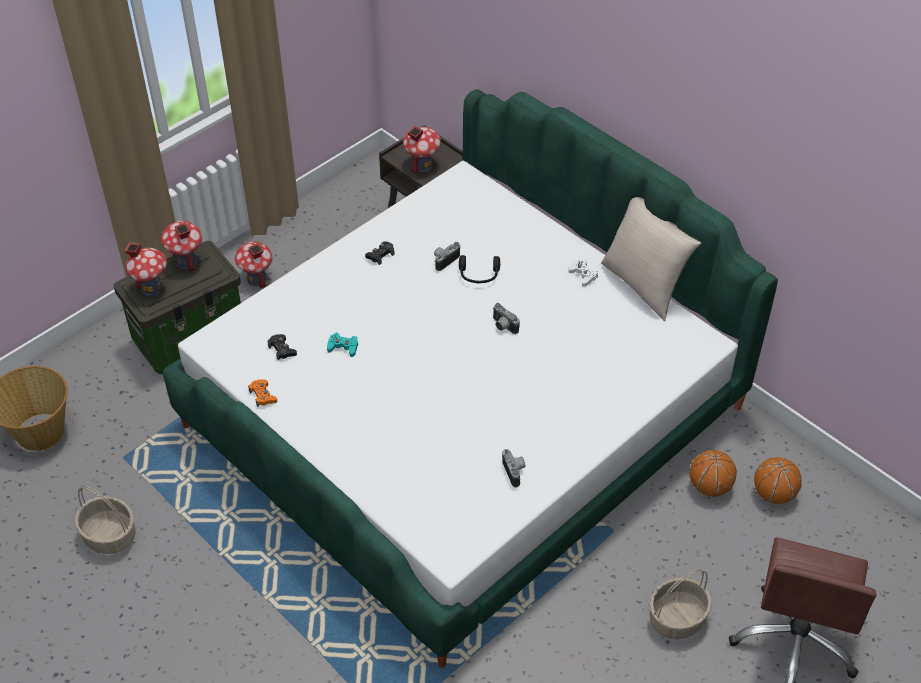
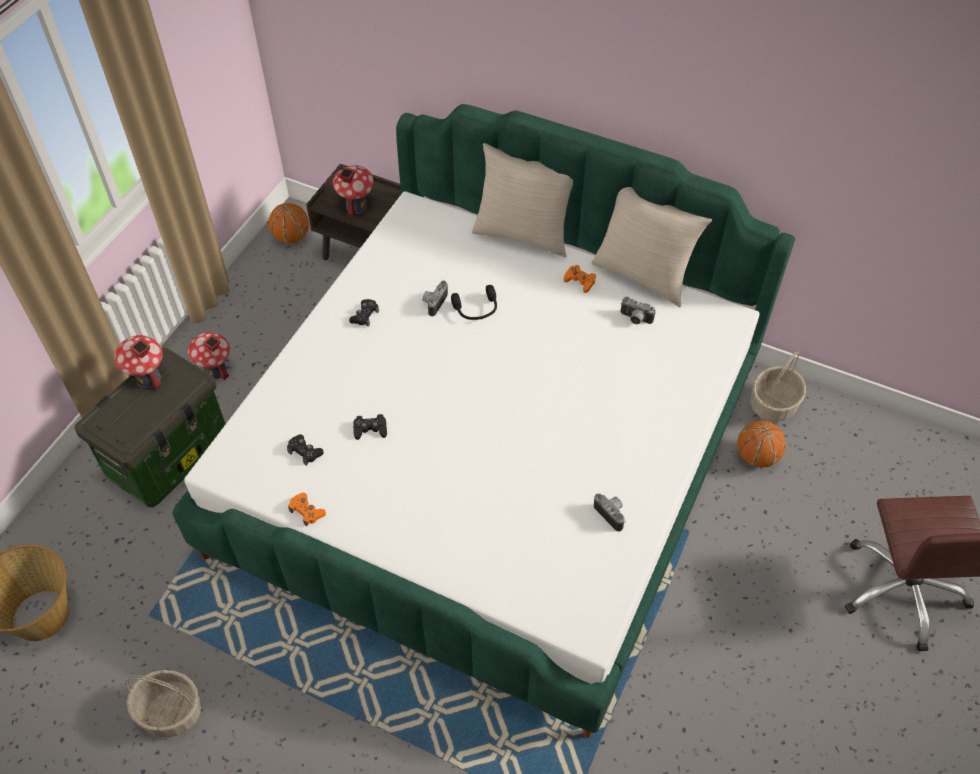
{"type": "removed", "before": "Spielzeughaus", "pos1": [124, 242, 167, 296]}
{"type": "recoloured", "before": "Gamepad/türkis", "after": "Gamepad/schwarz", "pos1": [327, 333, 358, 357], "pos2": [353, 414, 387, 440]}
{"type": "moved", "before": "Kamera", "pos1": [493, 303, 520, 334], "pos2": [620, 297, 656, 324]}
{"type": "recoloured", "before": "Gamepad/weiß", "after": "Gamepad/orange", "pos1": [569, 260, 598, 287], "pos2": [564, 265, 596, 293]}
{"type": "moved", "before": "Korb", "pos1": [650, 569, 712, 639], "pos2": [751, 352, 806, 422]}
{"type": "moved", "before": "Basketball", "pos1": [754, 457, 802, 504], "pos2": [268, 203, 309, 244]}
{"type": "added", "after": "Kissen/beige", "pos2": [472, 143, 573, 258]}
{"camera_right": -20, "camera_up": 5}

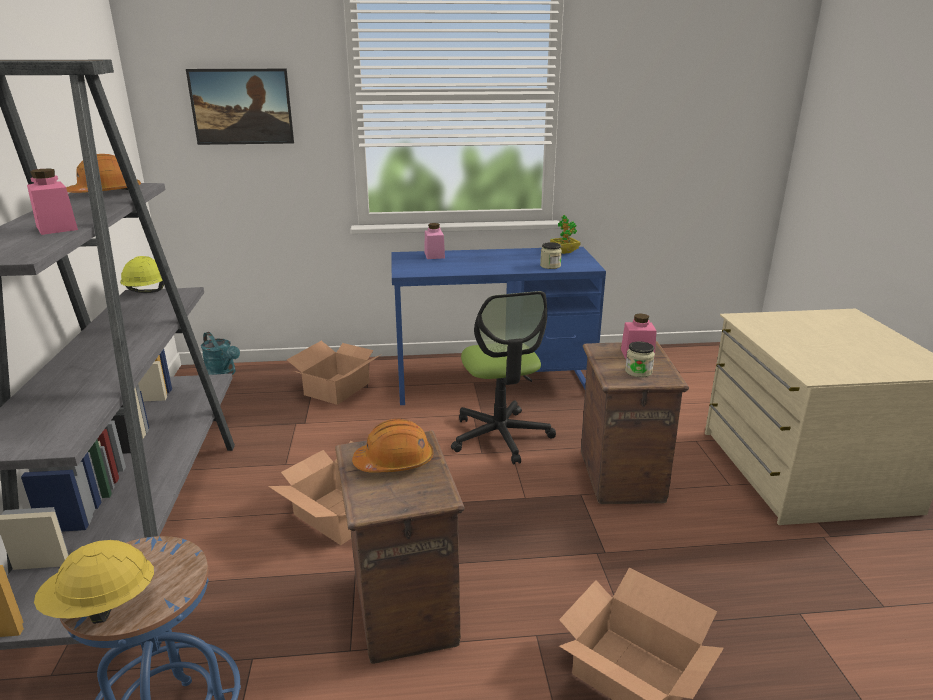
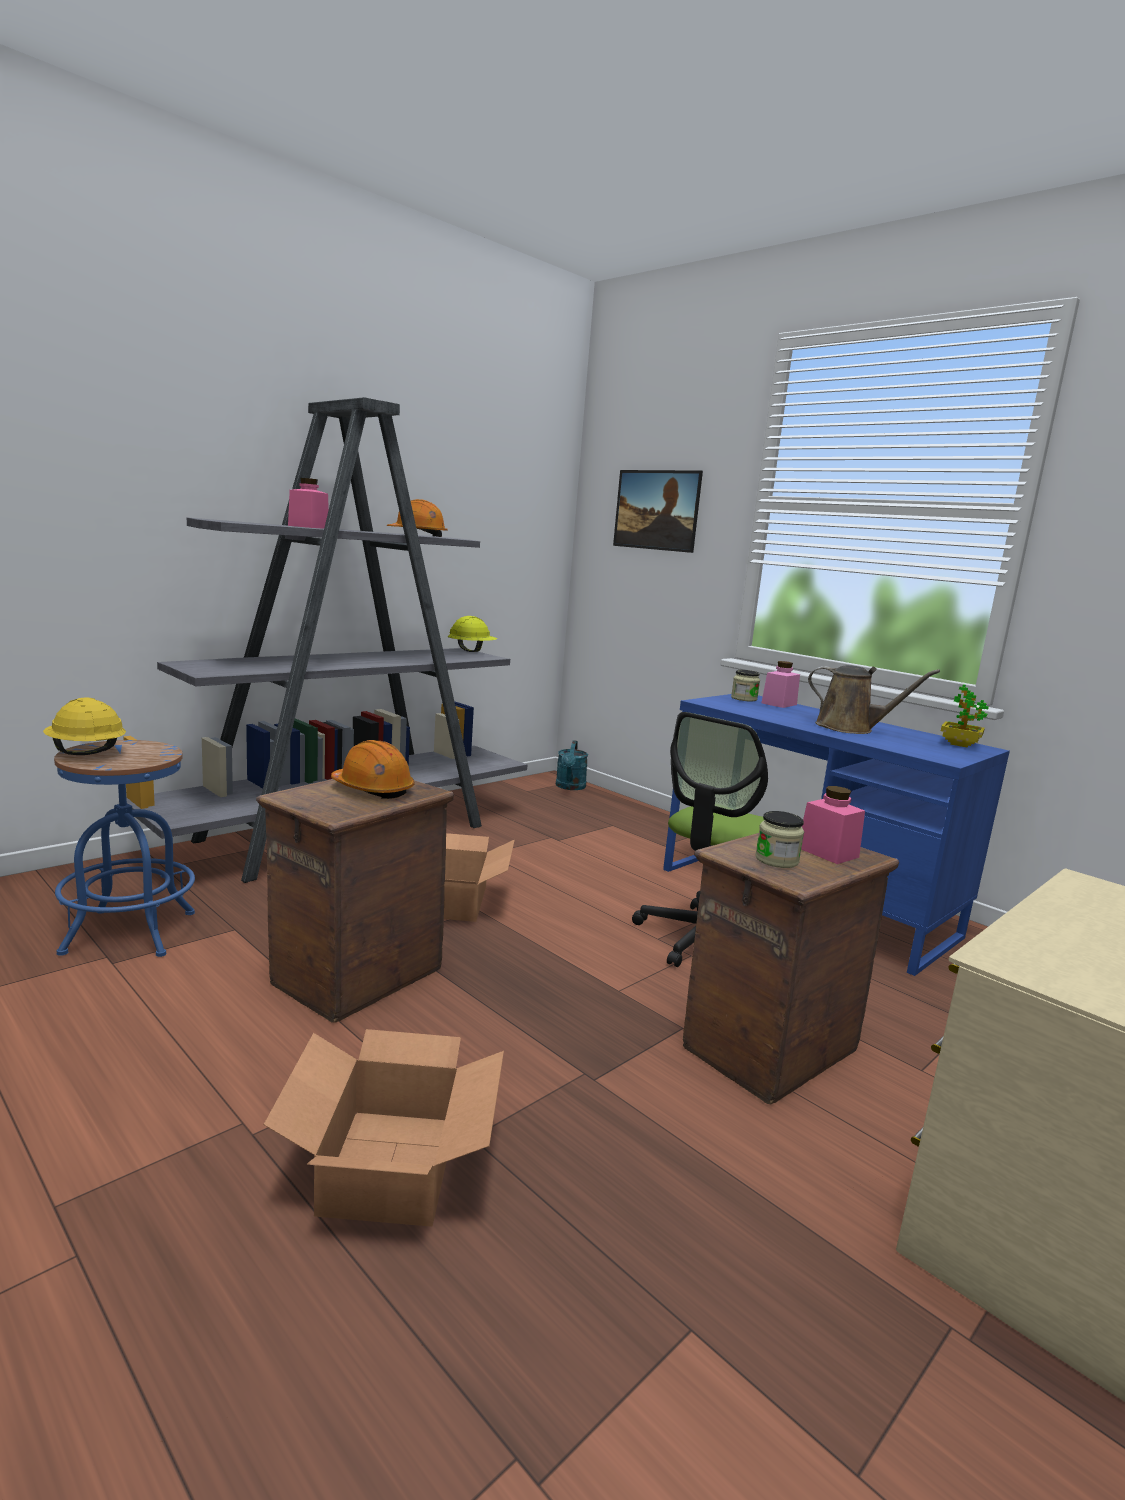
{"type": "removed", "before": "Karton", "pos1": [287, 341, 382, 405]}
{"type": "moved", "before": "Vorratsglas", "pos1": [540, 242, 562, 269], "pos2": [731, 670, 760, 701]}
{"type": "added", "after": "Gießkanne/braun", "pos2": [808, 665, 940, 734]}
{"camera_right": 50, "camera_up": -10}

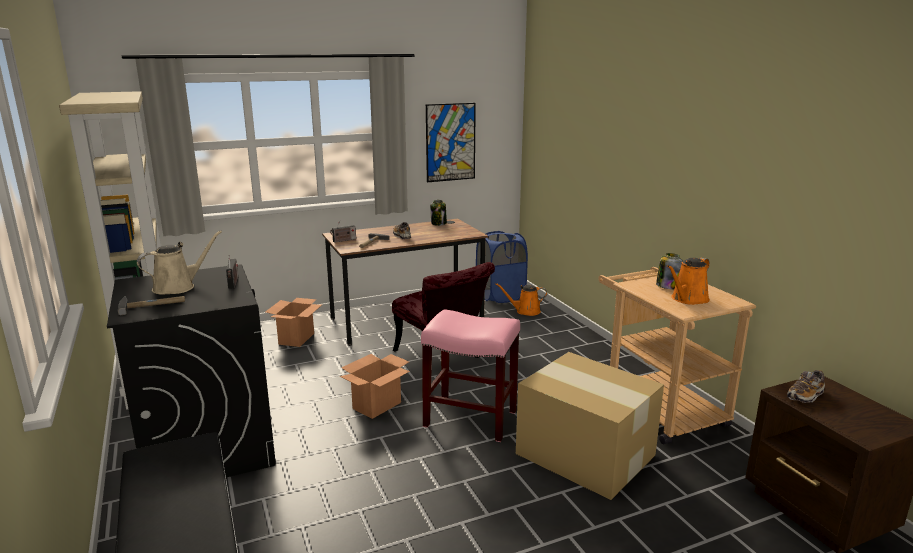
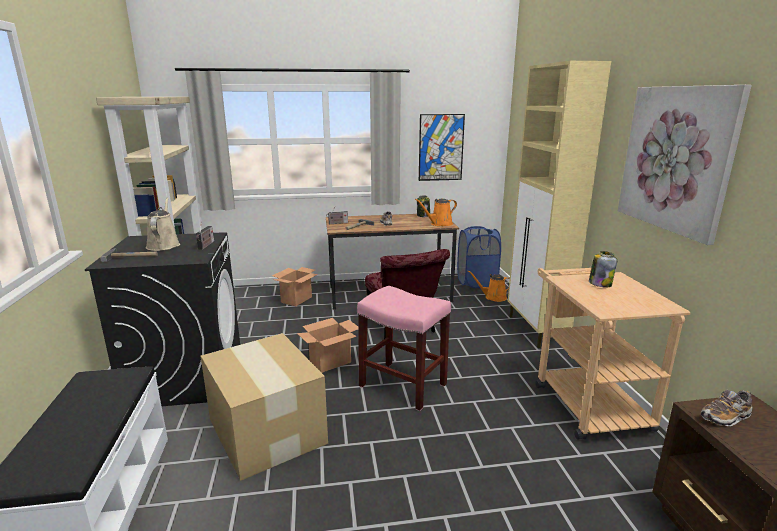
{"type": "turned", "before": "Gießkanne/beige", "pos1": [137, 230, 222, 295], "pos2": [146, 197, 180, 251], "turn": -75}
{"type": "moved", "before": "Karton", "pos1": [516, 352, 664, 500], "pos2": [201, 333, 328, 481]}
{"type": "moved", "before": "Gießkanne/orange", "pos1": [667, 257, 710, 305], "pos2": [415, 199, 457, 226]}
{"type": "added", "after": "Schrank/beige", "pos2": [508, 61, 611, 348]}
{"type": "added", "after": "Bild", "pos2": [618, 85, 752, 245]}
{"camera_right": 15, "camera_up": 0}

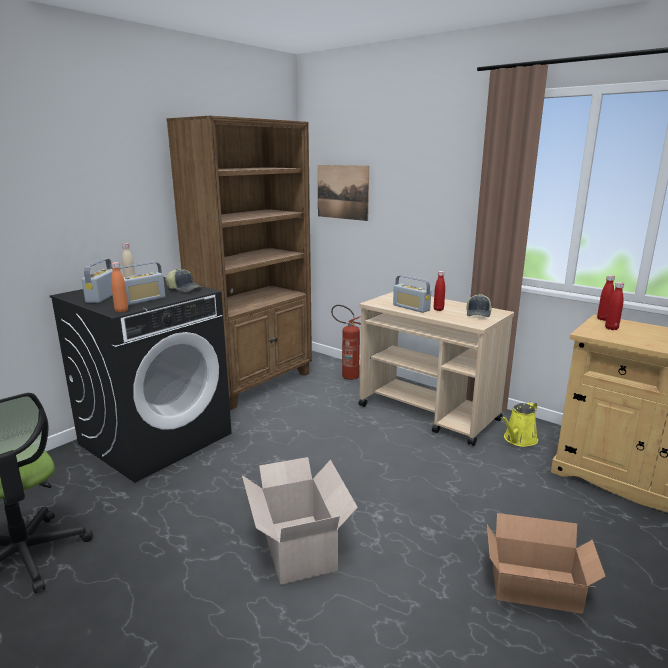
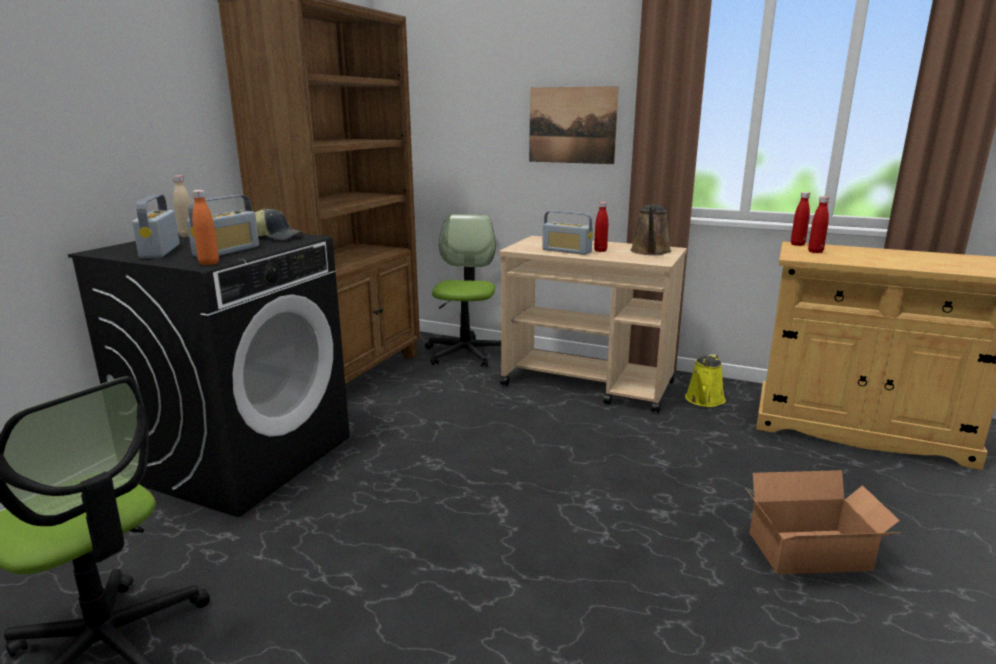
{"type": "removed", "before": "Karton", "pos1": [242, 457, 358, 585]}
{"type": "moved", "before": "Bild", "pos1": [317, 165, 369, 221], "pos2": [529, 86, 619, 164]}
{"type": "replaced", "before": "Feuerlöscher", "after": "Bürostuhl", "pos1": [331, 305, 361, 380], "pos2": [425, 214, 501, 367]}
{"type": "replaced", "before": "Kappe", "after": "Gießkanne/braun", "pos1": [466, 294, 492, 317], "pos2": [630, 204, 671, 255]}
{"camera_right": -15, "camera_up": 0}

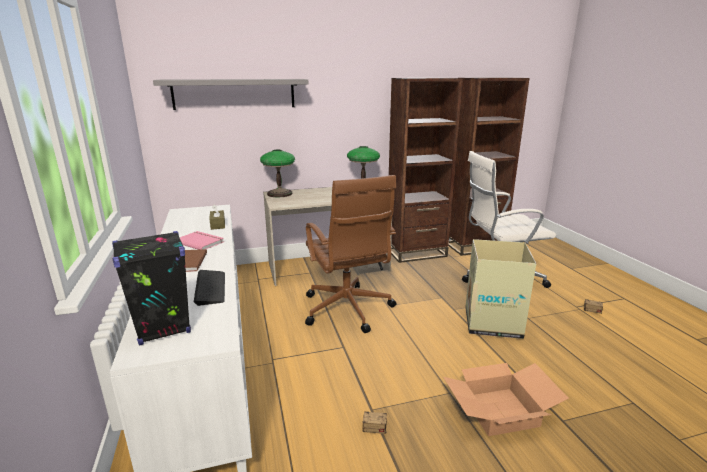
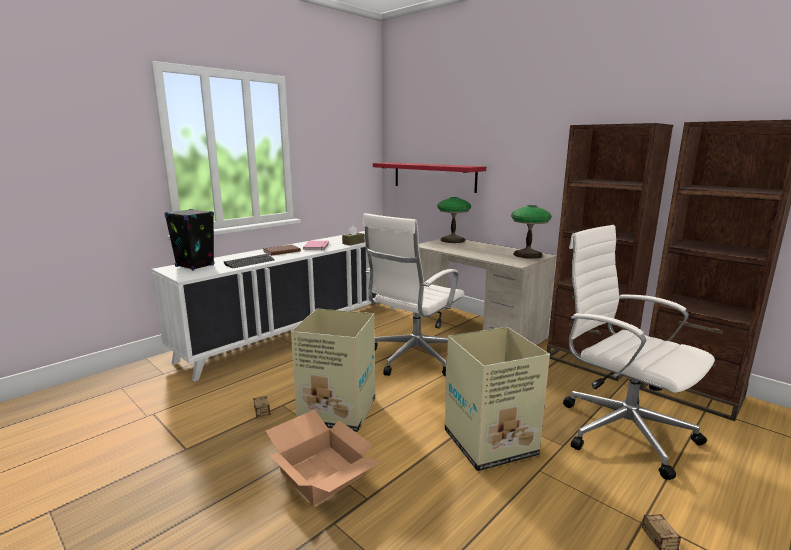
{"type": "removed", "before": "Wandregal/grau", "pos1": [153, 79, 308, 110]}
{"type": "recoloured", "before": "Bürostuhl/braun", "after": "Bürostuhl/weiß", "pos1": [305, 175, 397, 333], "pos2": [362, 213, 464, 377]}
{"type": "added", "after": "Karton", "pos2": [291, 309, 375, 432]}
{"type": "added", "after": "Wandregal/rot", "pos2": [373, 162, 486, 193]}
{"camera_right": 60, "camera_up": -5}

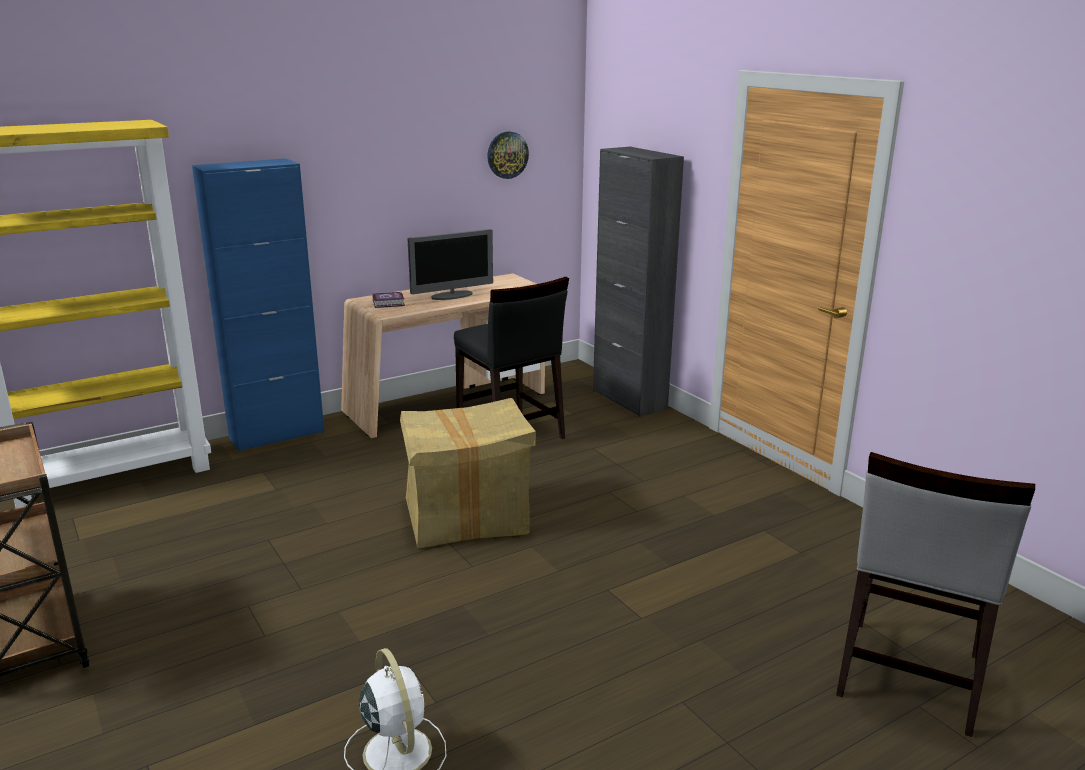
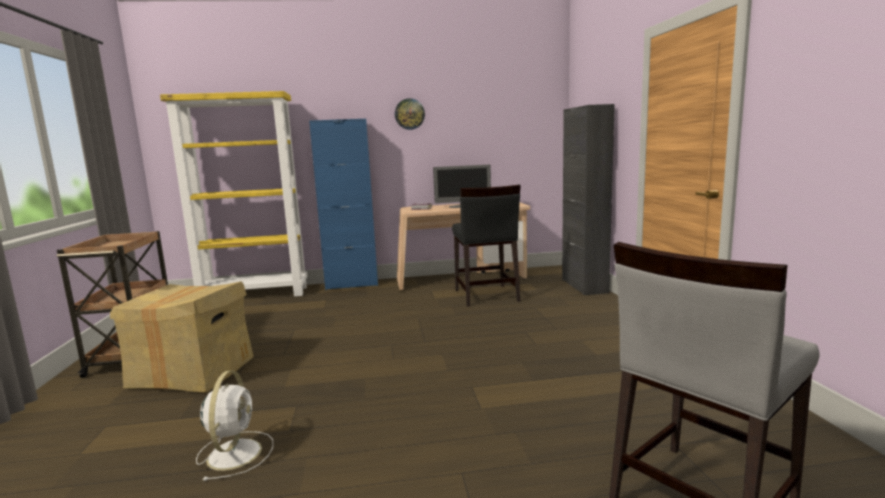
{"type": "moved", "before": "Karton", "pos1": [400, 398, 536, 548], "pos2": [110, 282, 254, 393]}
{"type": "moved", "before": "Wanduhr", "pos1": [487, 131, 529, 179], "pos2": [395, 98, 425, 130]}
{"camera_right": 25, "camera_up": -10}

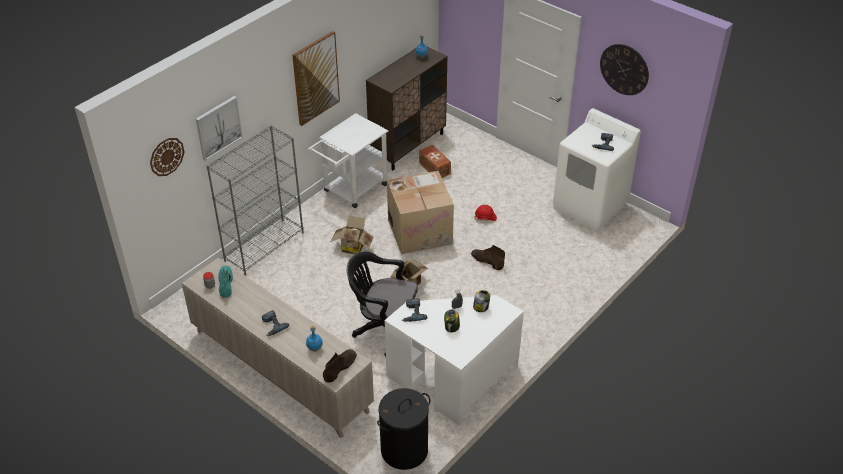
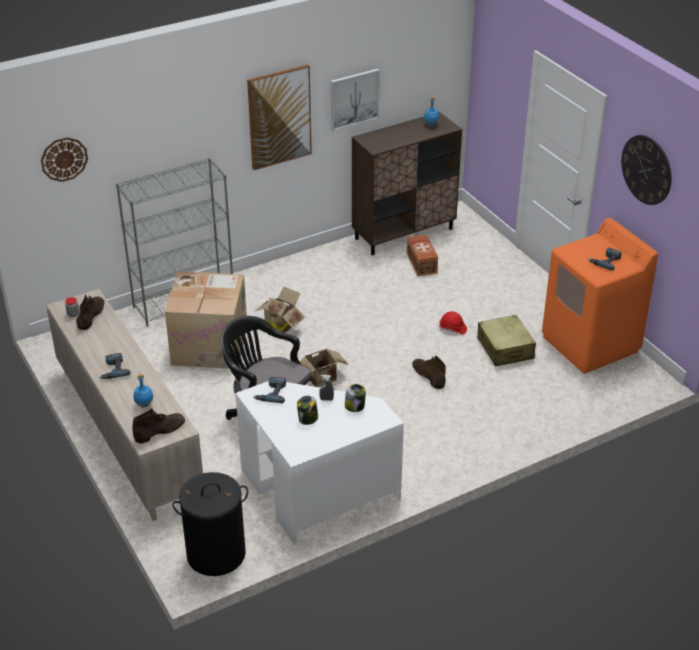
{"type": "moved", "before": "Bild", "pos1": [196, 96, 243, 161], "pos2": [331, 69, 380, 131]}
{"type": "recoloured", "before": "Stiefel/türkis", "after": "Stiefel/braun", "pos1": [218, 265, 233, 298], "pos2": [76, 295, 104, 330]}
{"type": "removed", "before": "Rollwagen/weiß", "pos1": [308, 113, 389, 208]}
{"type": "moved", "before": "Karton", "pos1": [387, 171, 454, 254], "pos2": [165, 271, 247, 368]}
{"type": "recoloured", "before": "Waschmaschine/weiß", "after": "Waschmaschine/orange", "pos1": [553, 108, 641, 231], "pos2": [542, 218, 658, 374]}
{"type": "added", "after": "Koffer/beige", "pos2": [477, 315, 536, 366]}
{"camera_right": 20, "camera_up": -5}

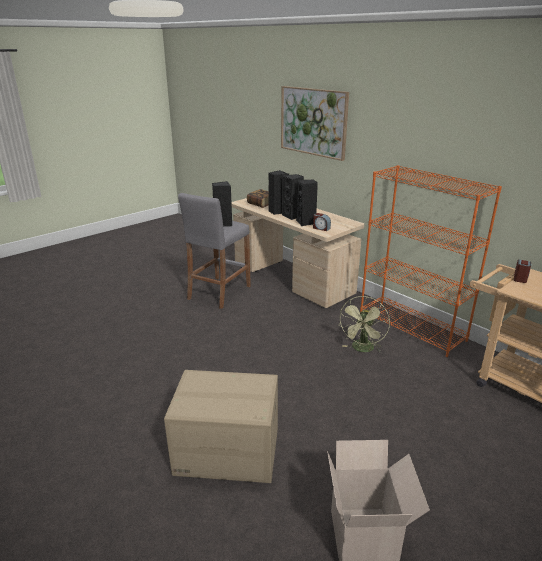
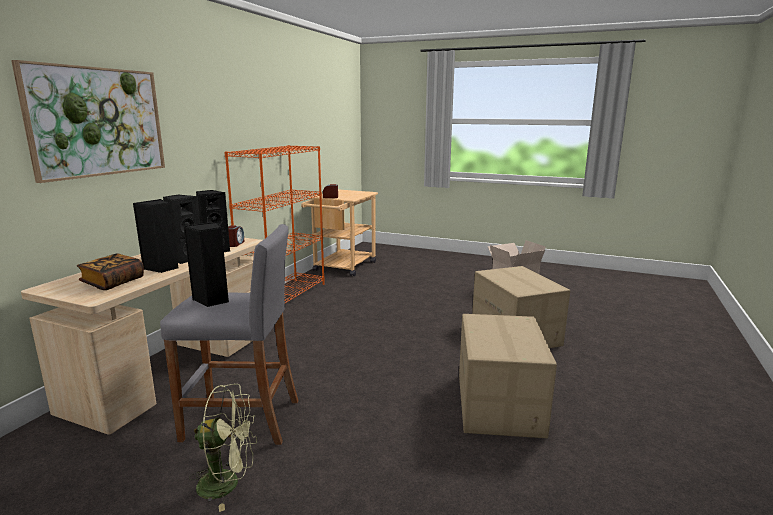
{"type": "moved", "before": "Ventilator/grün", "pos1": [339, 296, 390, 352], "pos2": [189, 384, 257, 512]}
{"type": "added", "after": "Karton", "pos2": [459, 314, 557, 438]}
{"camera_right": -115, "camera_up": -10}

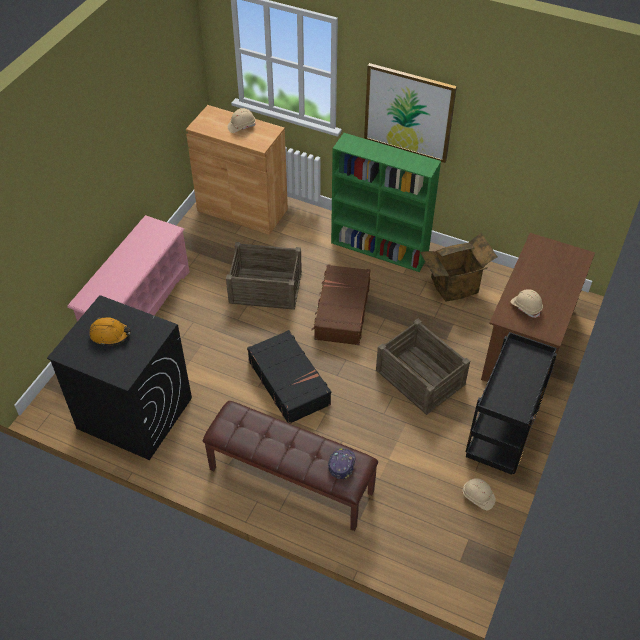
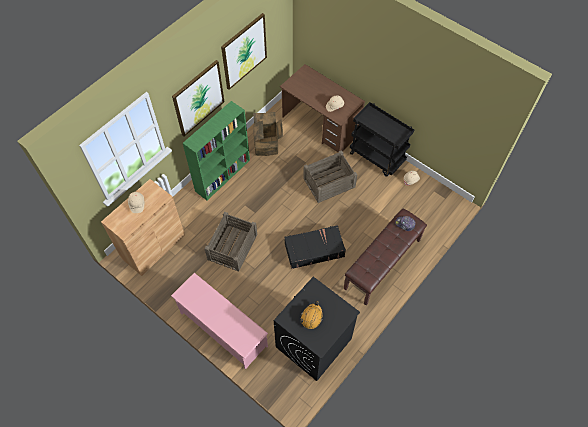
{"type": "removed", "before": "Koffer/braun", "pos1": [312, 264, 371, 345]}
{"type": "added", "after": "Bild", "pos2": [221, 13, 267, 90]}
{"camera_right": -75, "camera_up": 10}

